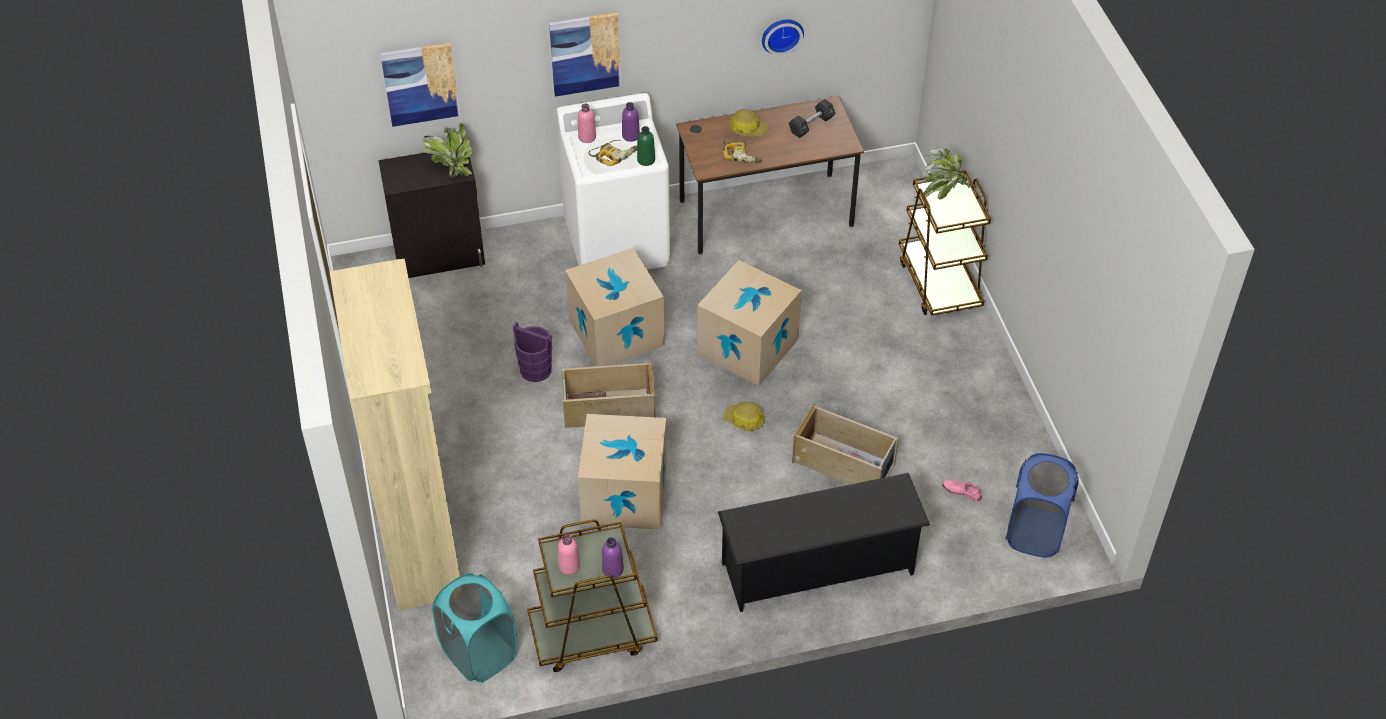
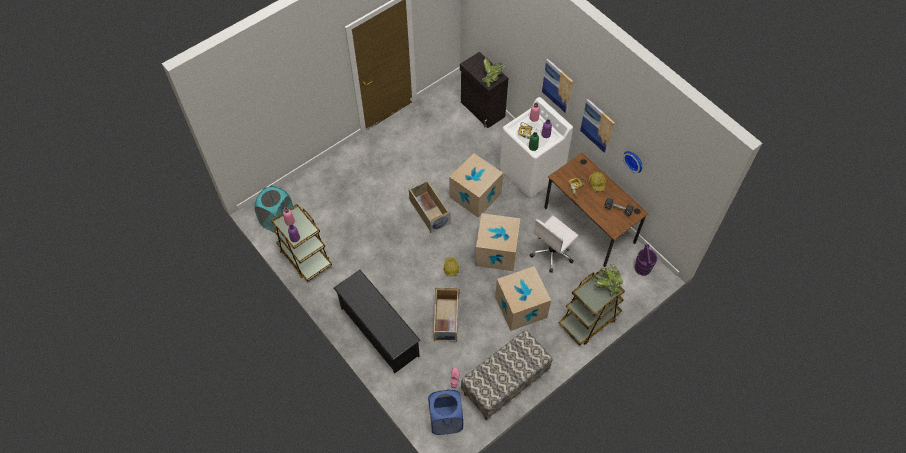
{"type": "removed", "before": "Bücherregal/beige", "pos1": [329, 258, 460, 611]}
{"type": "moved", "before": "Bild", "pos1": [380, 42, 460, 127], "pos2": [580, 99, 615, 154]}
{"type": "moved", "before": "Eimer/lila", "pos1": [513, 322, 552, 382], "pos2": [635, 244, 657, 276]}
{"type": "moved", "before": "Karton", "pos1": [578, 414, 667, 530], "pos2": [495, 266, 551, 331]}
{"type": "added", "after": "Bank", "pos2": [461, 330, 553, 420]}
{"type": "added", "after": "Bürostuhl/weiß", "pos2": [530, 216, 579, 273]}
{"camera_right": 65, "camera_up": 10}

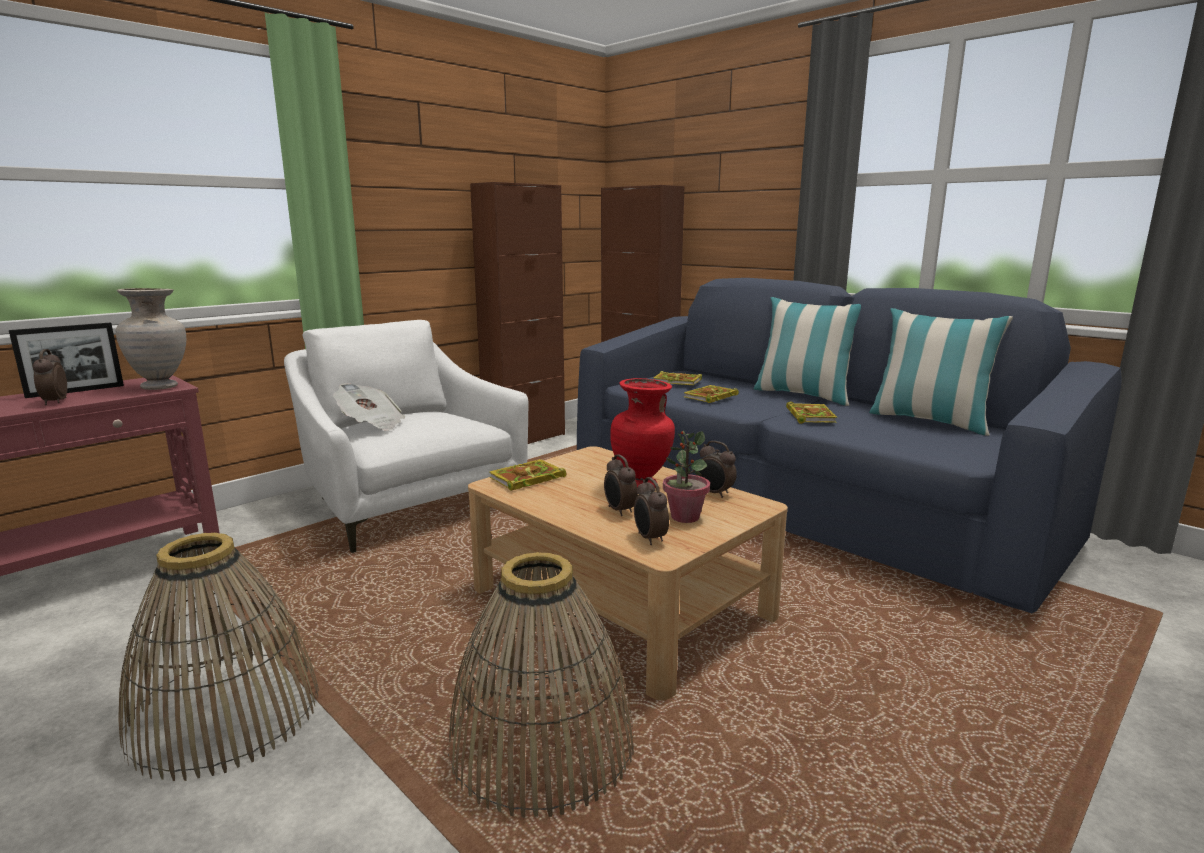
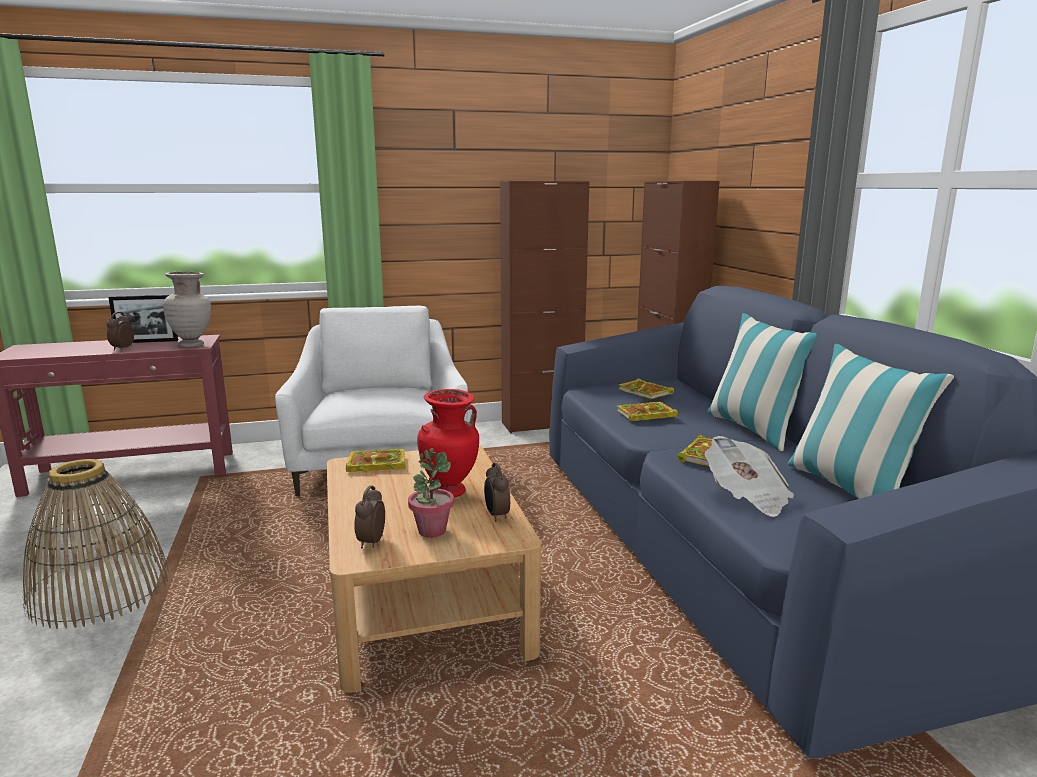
{"type": "moved", "before": "Zeitung", "pos1": [333, 383, 405, 431], "pos2": [705, 436, 794, 517]}
{"type": "removed", "before": "Korb", "pos1": [448, 552, 634, 818]}
{"type": "removed", "before": "Wecker", "pos1": [604, 454, 638, 516]}
{"camera_right": 30, "camera_up": 0}

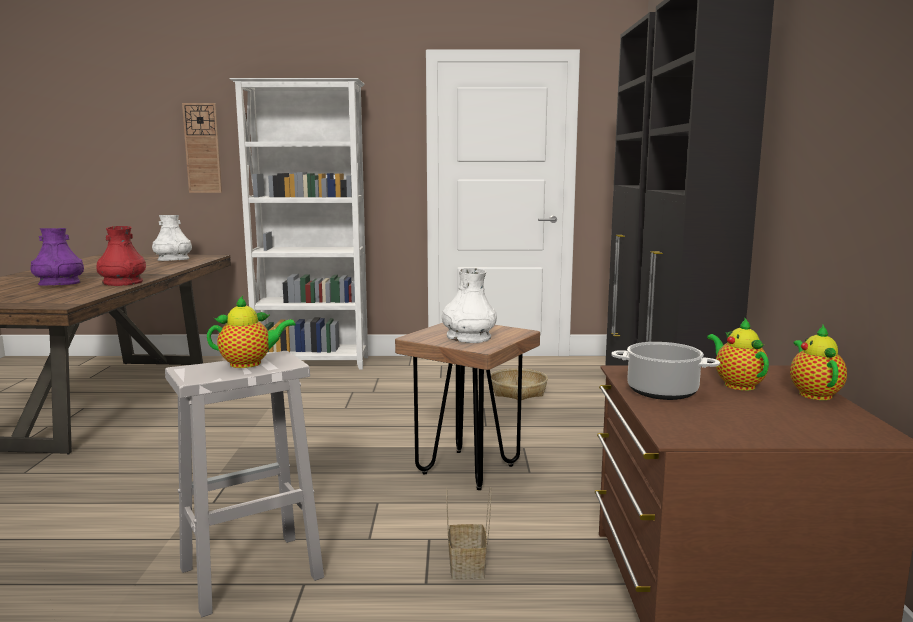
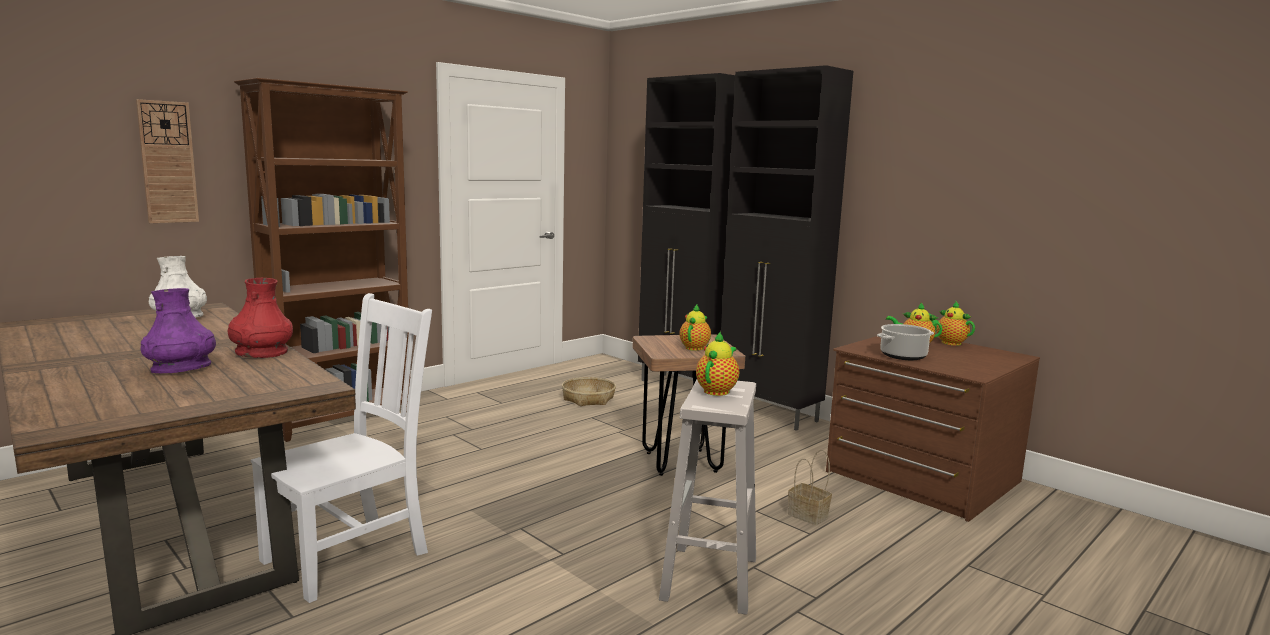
{"type": "recoloured", "before": "Bücherregal/weiß", "after": "Bücherregal/braun", "pos1": [229, 78, 368, 370], "pos2": [234, 78, 410, 442]}
{"type": "replaced", "before": "Vase/weiß", "after": "Teekanne", "pos1": [442, 268, 497, 343], "pos2": [679, 305, 711, 351]}
{"type": "added", "after": "Stuhl/weiß", "pos2": [251, 293, 432, 603]}
{"camera_right": -45, "camera_up": 0}

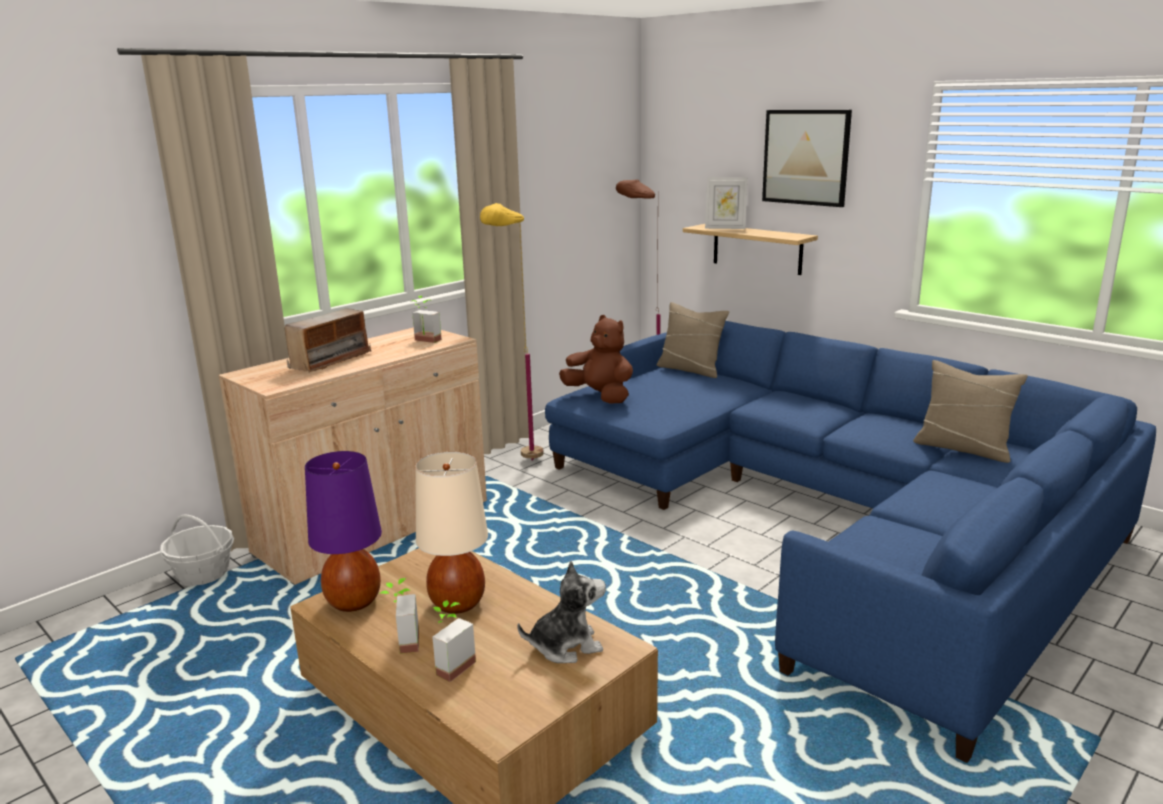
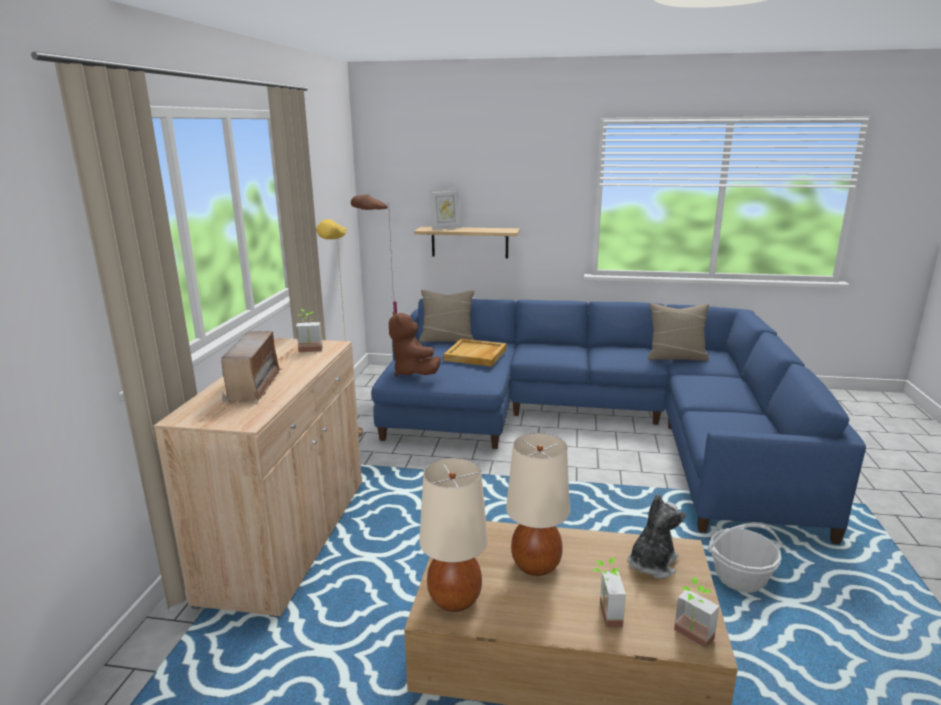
{"type": "moved", "before": "Korb", "pos1": [160, 514, 234, 587], "pos2": [708, 524, 783, 593]}
{"type": "recoloured", "before": "Tischlampe/lila", "after": "Tischlampe/beige", "pos1": [305, 451, 382, 612], "pos2": [419, 458, 488, 612]}
{"type": "moved", "before": "Topfpflanze", "pos1": [380, 578, 419, 654], "pos2": [674, 577, 719, 648]}
{"type": "turned", "before": "Plüschtier/braun", "pos1": [559, 315, 633, 404], "pos2": [389, 311, 441, 377], "turn": -120}
{"type": "removed", "before": "Bild", "pos1": [762, 110, 852, 207]}
{"type": "added", "after": "Tablett/beige", "pos2": [443, 339, 507, 366]}
{"camera_right": -35, "camera_up": 0}

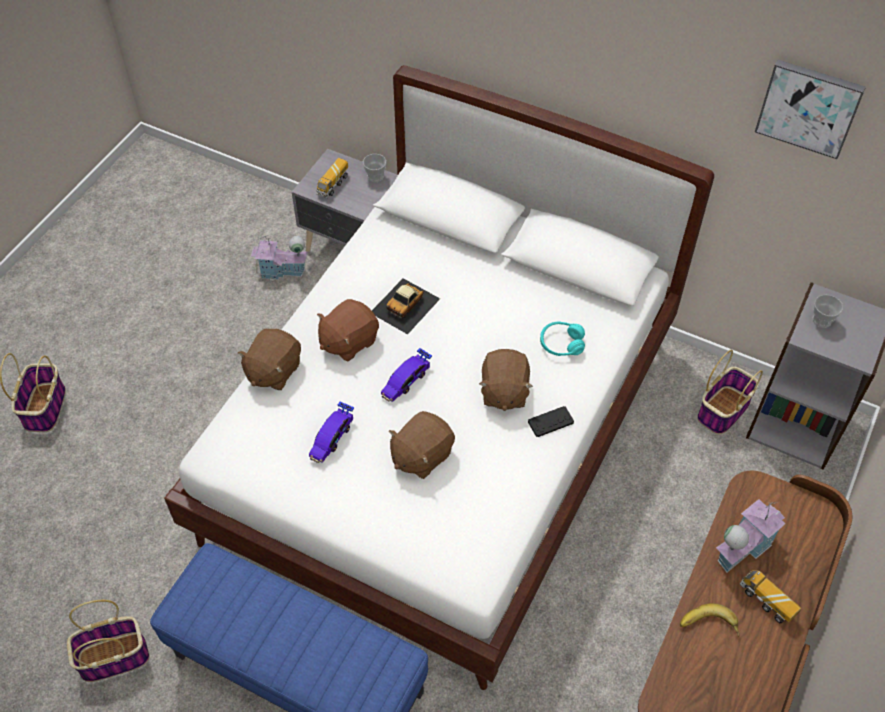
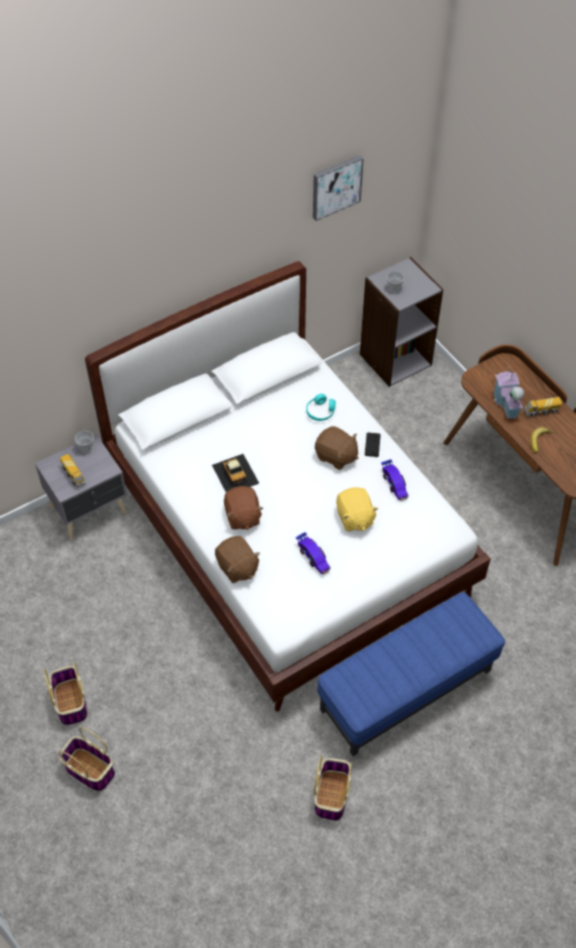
{"type": "removed", "before": "Spielzeughaus", "pos1": [251, 235, 308, 281]}
{"type": "moved", "before": "Spielzeugauto", "pos1": [381, 348, 432, 402], "pos2": [381, 459, 409, 501]}
{"type": "recoloured", "before": "Plüschtier/braun", "after": "Plüschtier/gelb", "pos1": [389, 411, 455, 479], "pos2": [336, 487, 379, 531]}
{"type": "moved", "before": "Korb", "pos1": [697, 350, 763, 435], "pos2": [44, 662, 87, 725]}
{"camera_right": -60, "camera_up": 0}

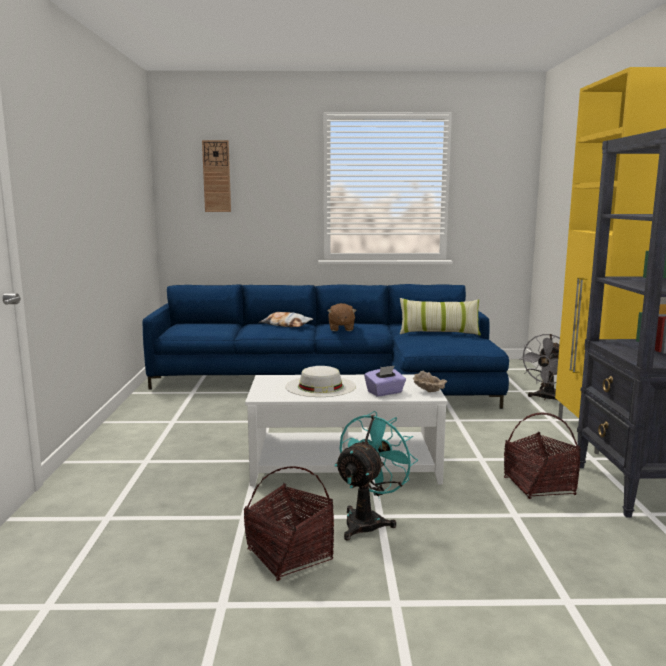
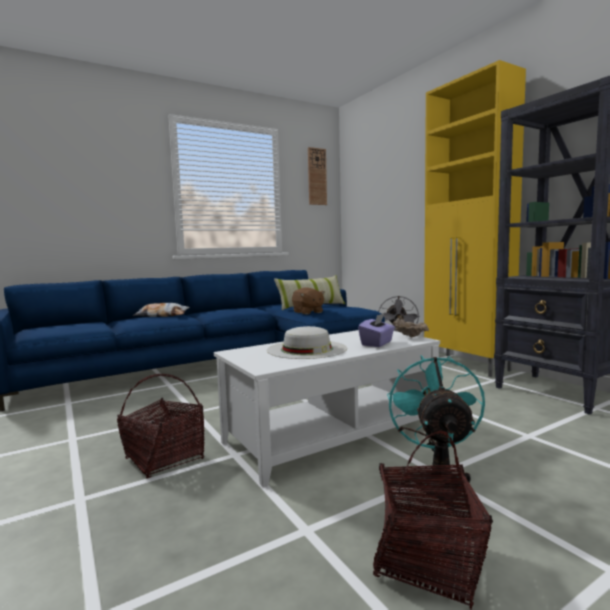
{"type": "moved", "before": "Wanduhr", "pos1": [202, 140, 231, 212], "pos2": [308, 147, 327, 205]}
{"type": "moved", "before": "Plüschtier/braun", "pos1": [327, 303, 357, 331], "pos2": [292, 287, 325, 315]}
{"type": "moved", "before": "Korb", "pos1": [504, 412, 581, 499], "pos2": [117, 374, 205, 478]}
{"camera_right": -30, "camera_up": -5}

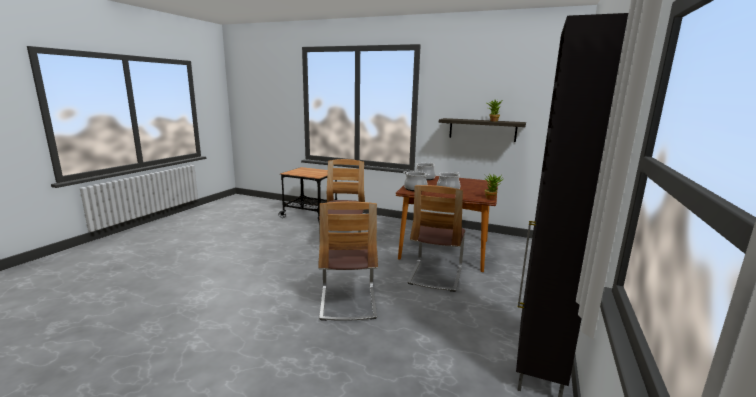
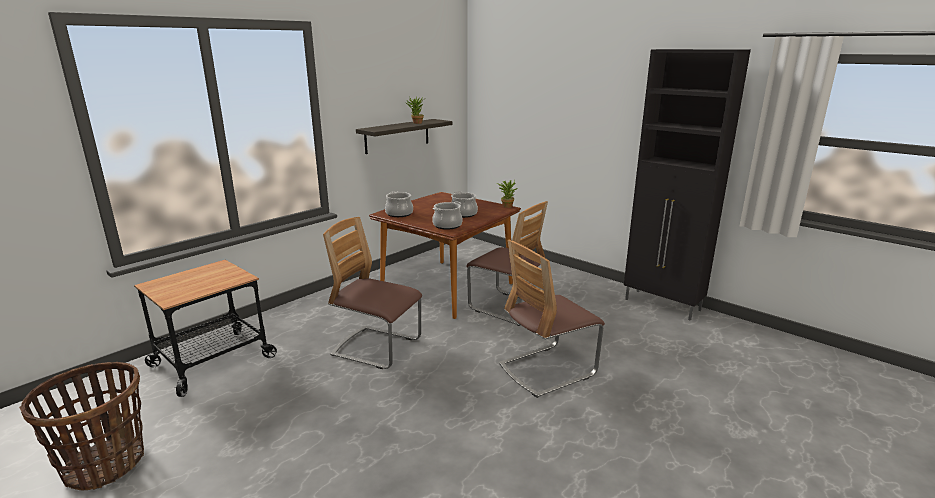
{"type": "turned", "before": "Stuhl", "pos1": [318, 201, 378, 321], "pos2": [499, 240, 605, 398], "turn": 135}
{"type": "added", "after": "Korb", "pos2": [19, 362, 144, 491]}
{"camera_right": -70, "camera_up": 5}

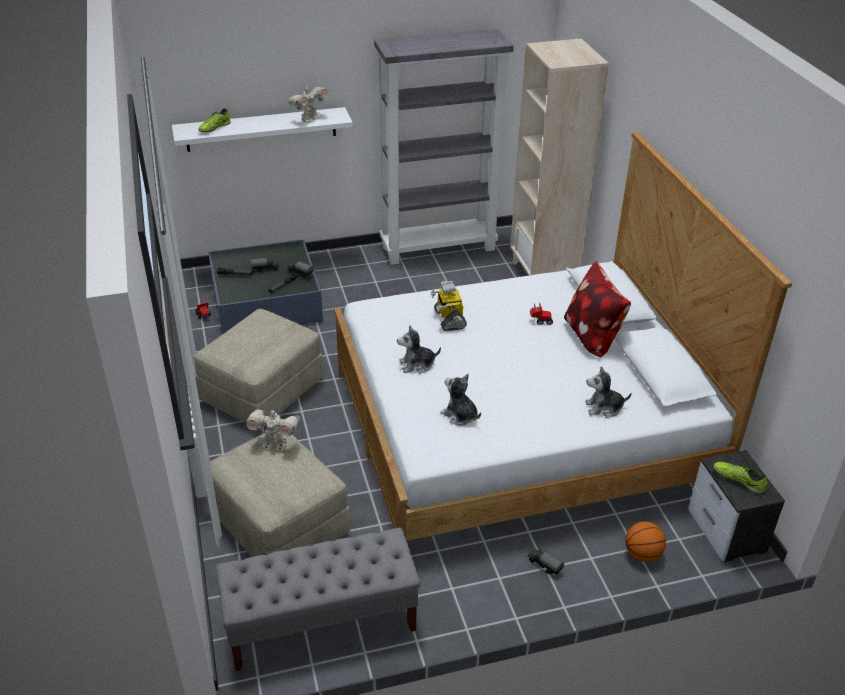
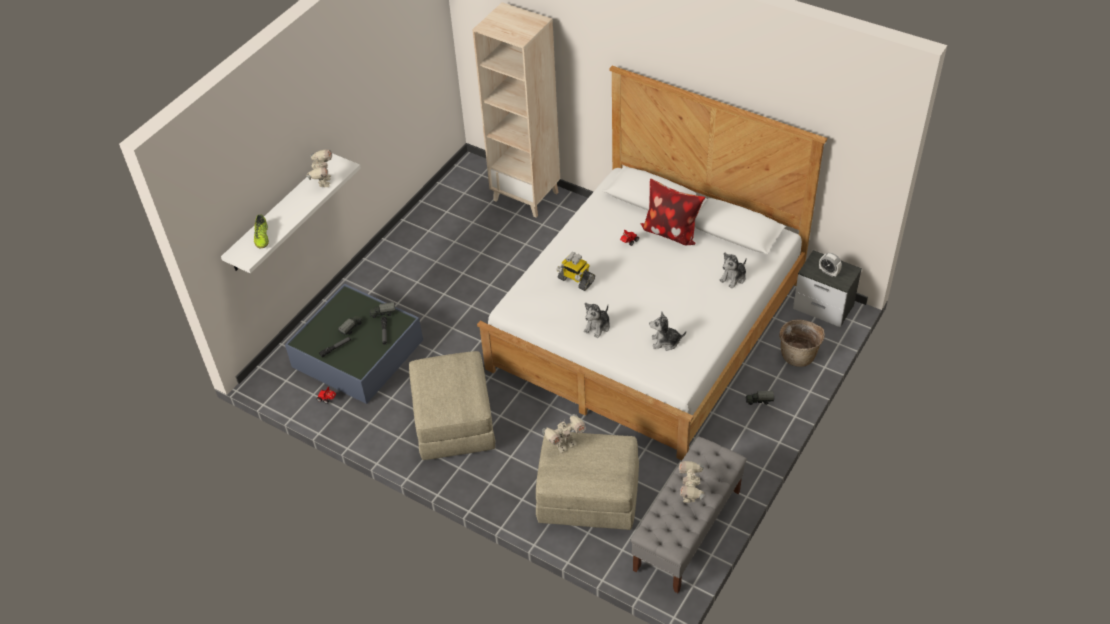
{"type": "removed", "before": "Bücherregal/grau", "pos1": [374, 29, 514, 265]}
{"type": "replaced", "before": "Basketball", "after": "Korb", "pos1": [625, 521, 666, 562], "pos2": [780, 320, 825, 367]}
{"type": "replaced", "before": "Schuh", "after": "Wecker", "pos1": [713, 462, 767, 494], "pos2": [819, 253, 842, 277]}
{"type": "added", "after": "Spielzeugroboter", "pos2": [679, 461, 705, 503]}
{"camera_right": -40, "camera_up": 10}

